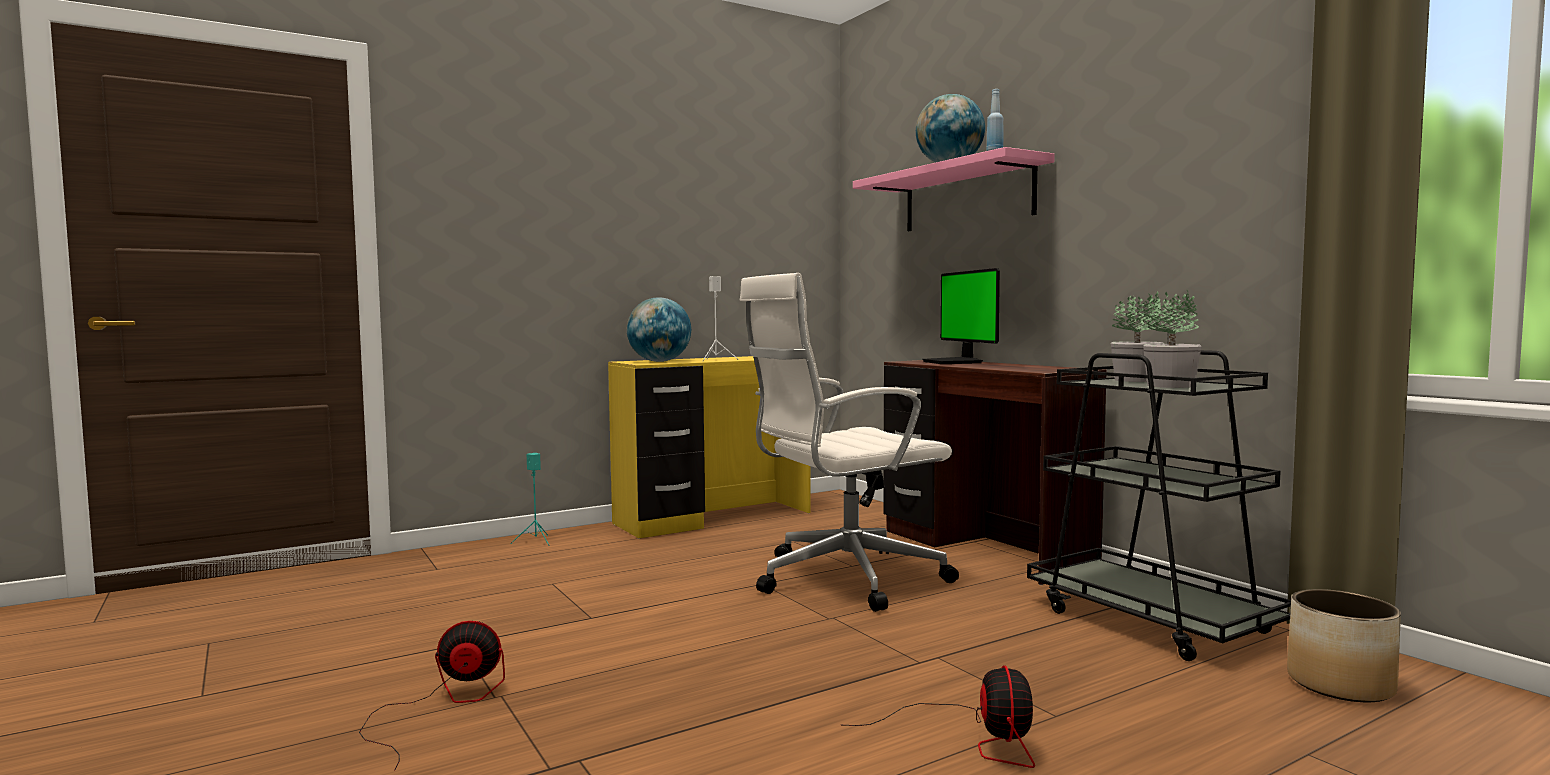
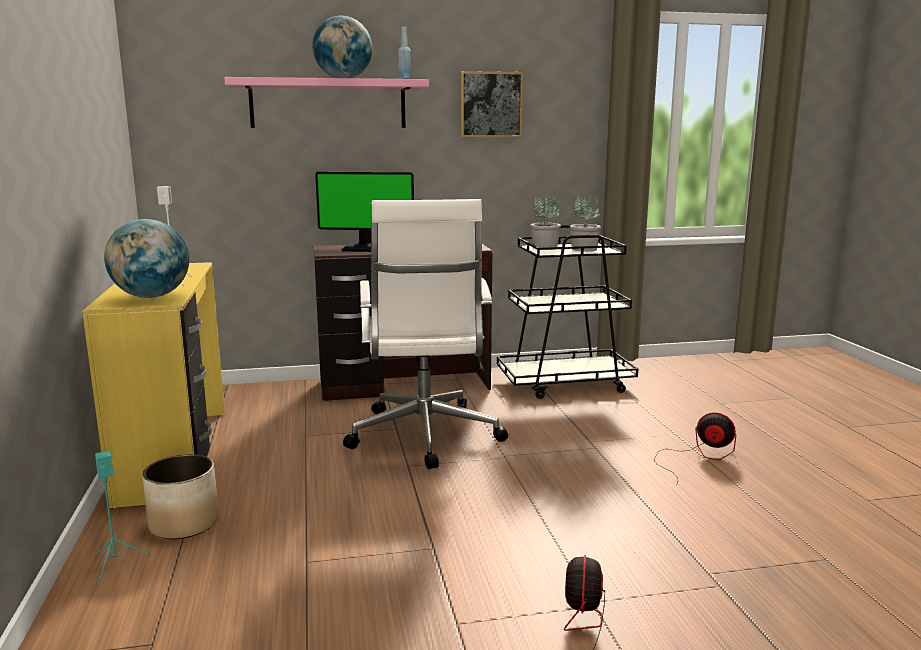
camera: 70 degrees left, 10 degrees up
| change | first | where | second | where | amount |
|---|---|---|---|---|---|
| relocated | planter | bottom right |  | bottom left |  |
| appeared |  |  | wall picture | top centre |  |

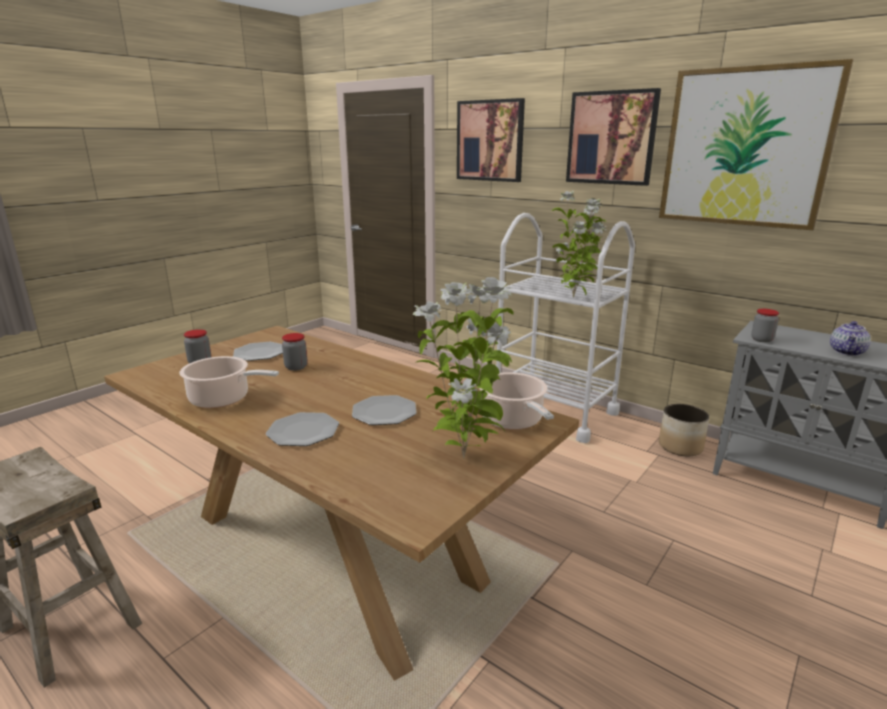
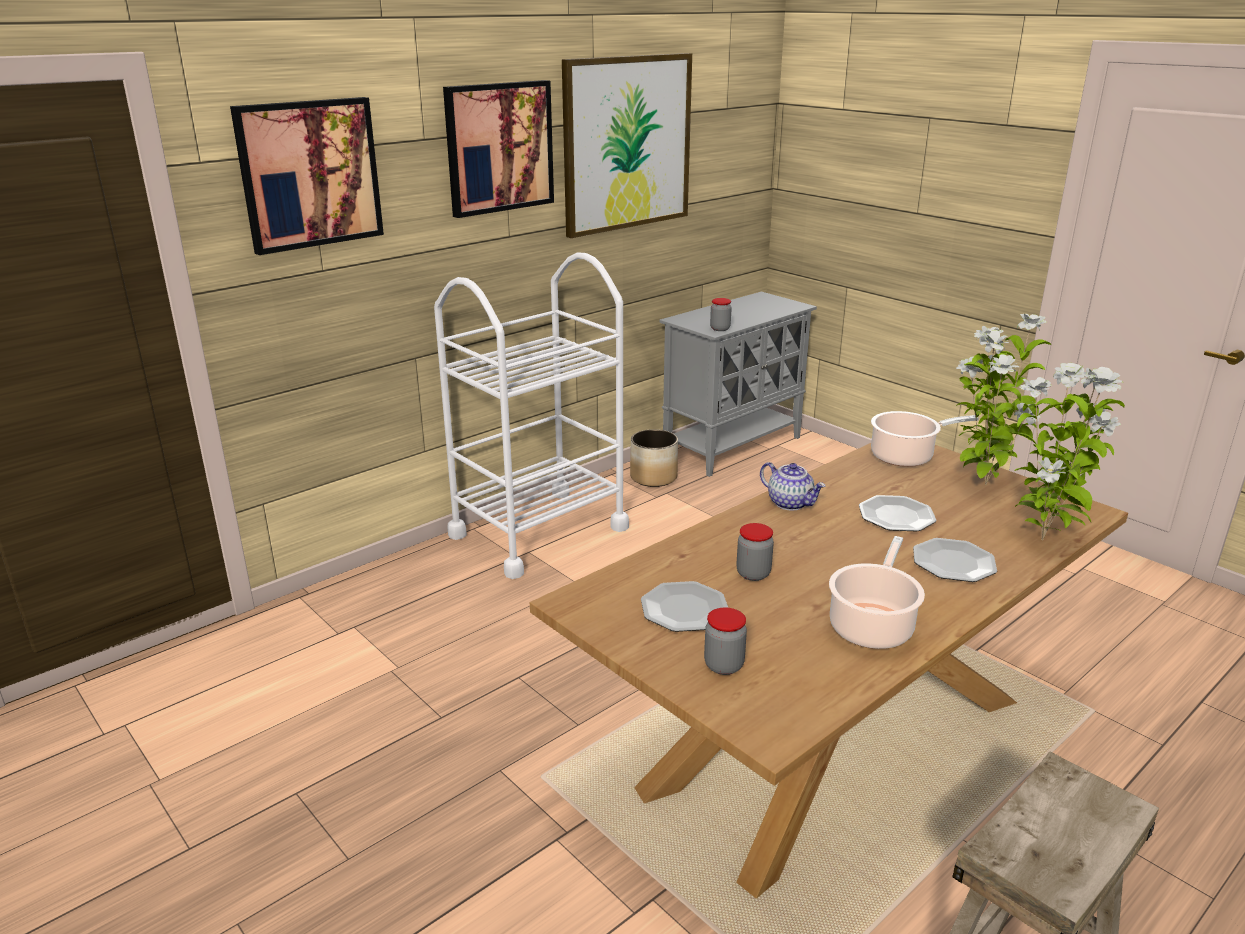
camera: 80 degrees left, 5 degrees up
| change | first | where | second | where | amount |
|---|---|---|---|---|---|
| relocated | potted plant (no. 2 from left) | centre |  | middle right |  |
| relocated | tea pot | middle right |  | centre |  |

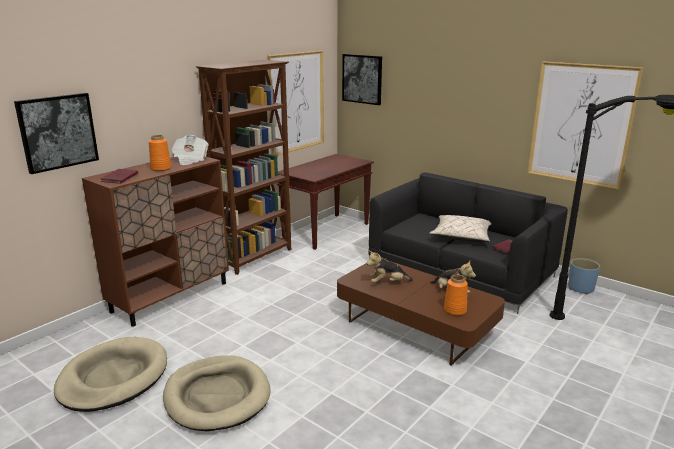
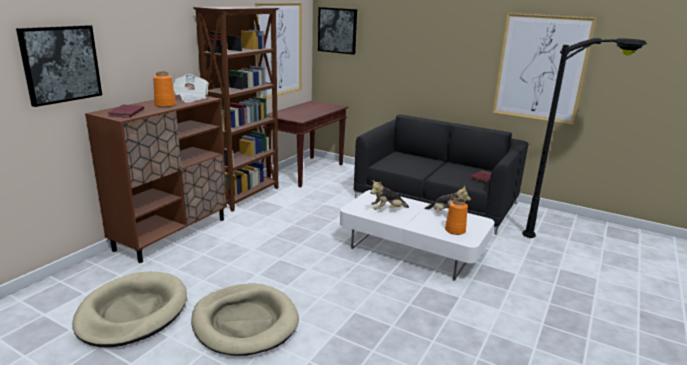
camera: 10 degrees left, 0 degrees up
| change | first | where | second | where | amount |
|---|---|---|---|---|---|
| colour | lounge table/brown | bottom centre | lounge table/whitish | centre |  |
| missing | cushion/beige | middle right |  |  |  |
| missing | planter/bluish | middle right |  |  |  |

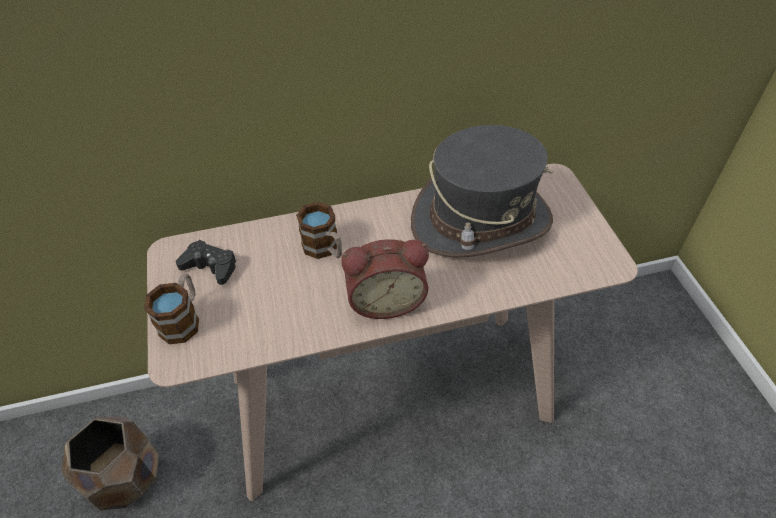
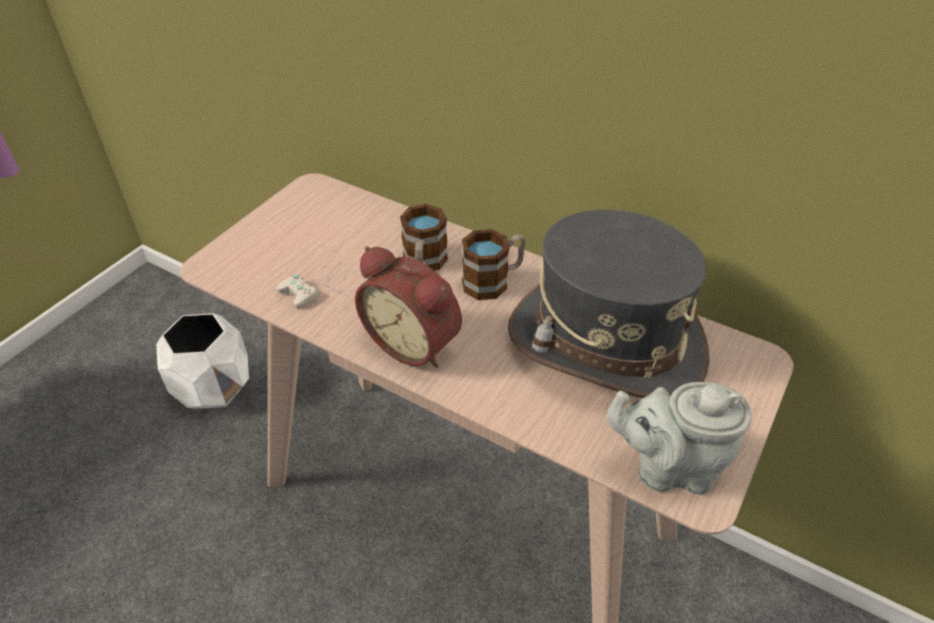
camera: 45 degrees right, 5 degrees down
| change | first | where | second | where | amount |
|---|---|---|---|---|---|
| colour | planter/brown | bottom left | planter/whitish | middle left |  |
| relocated | tea mug (no. 1 from left in the first image) | middle left | tea mug (no. 2 from left) | centre |  |
| missing | game controller/blackish | middle left |  |  |  |
| appeared |  |  | game controller/whitish | centre |  |
| appeared |  |  | tea pot/greyish | bottom right |  |

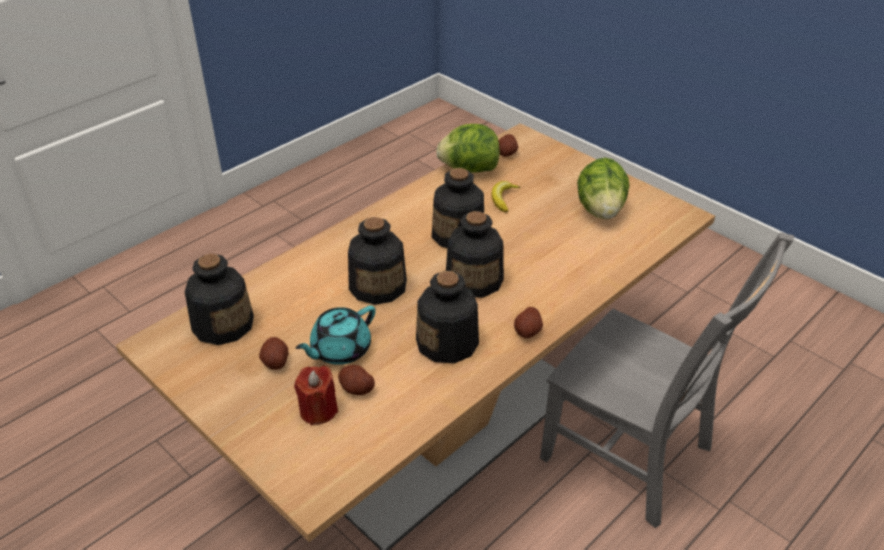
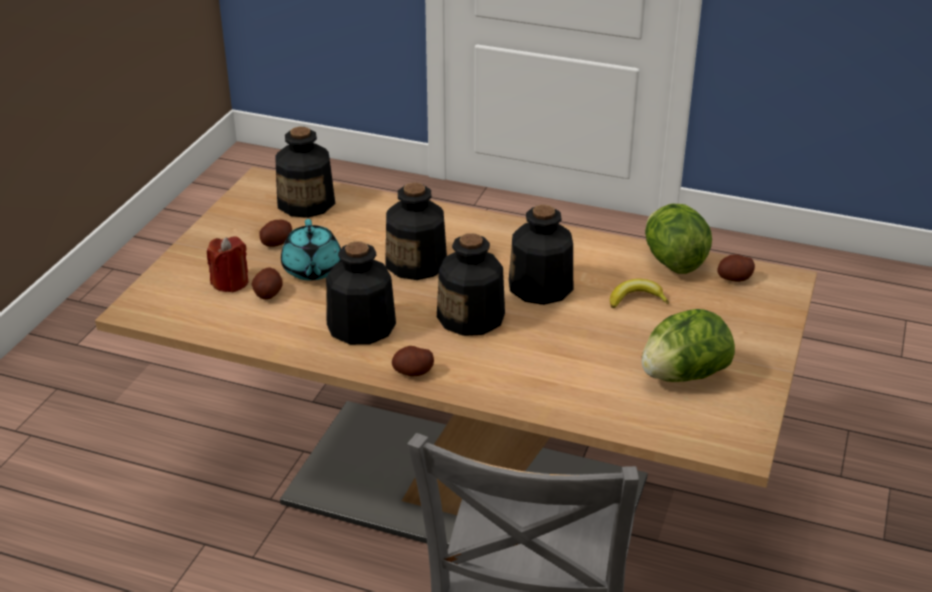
camera: 65 degrees right, 5 degrees down
| change | first | where | second | where | amount |
|---|---|---|---|---|---|
| spun | tea pot/turquoise-coloured | centre |  | centre | 120 degrees counterclockwise |

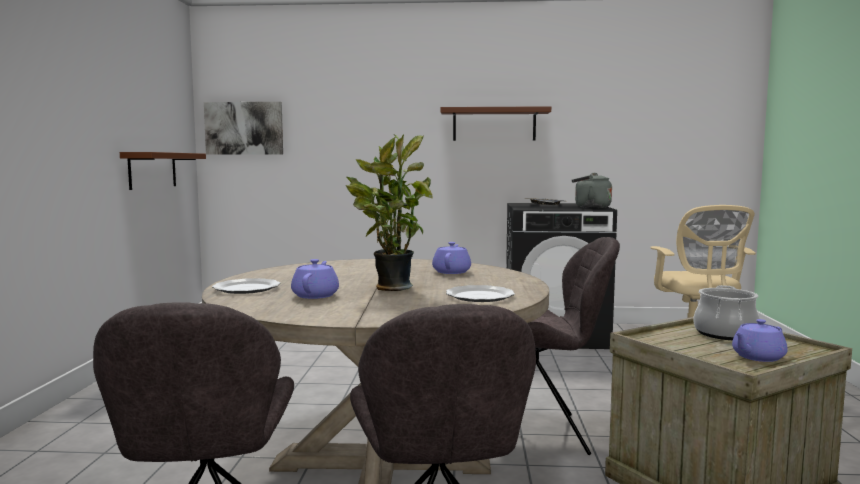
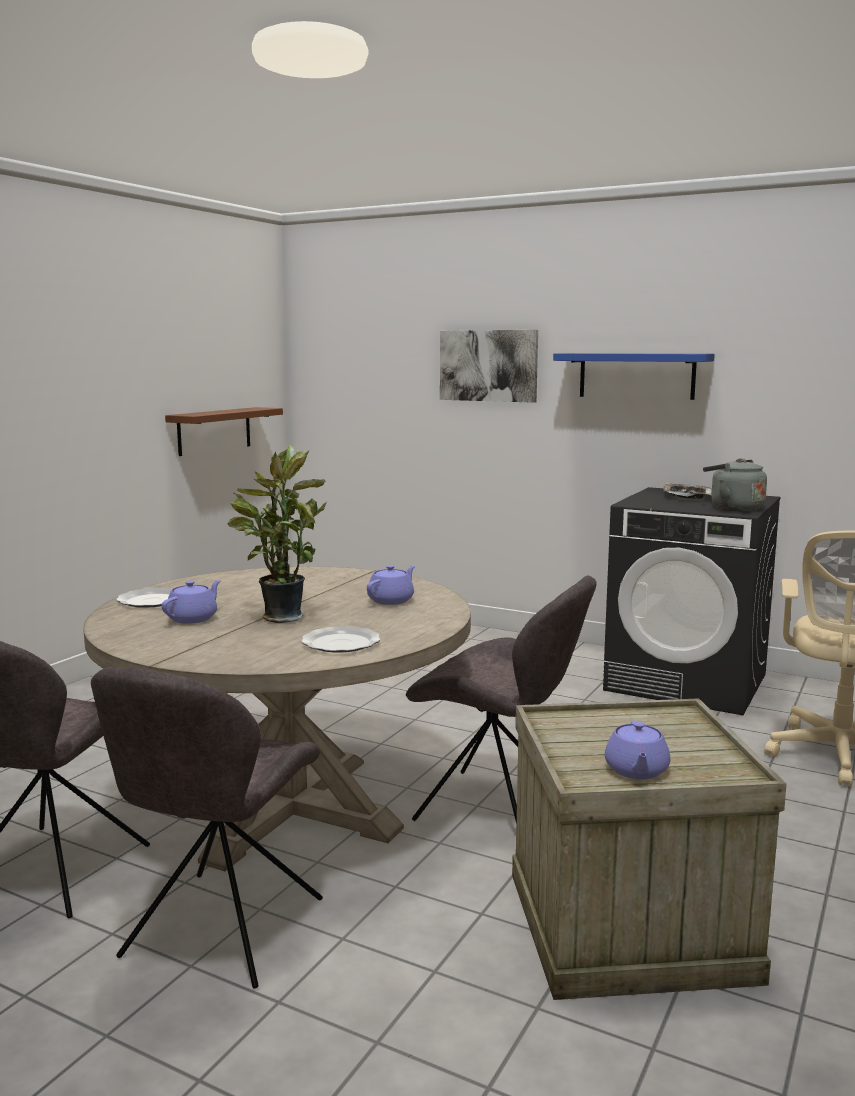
camera: 25 degrees right, 5 degrees up
| change | first | where | second | where | amount |
|---|---|---|---|---|---|
| relocated | wall picture | top left |  | centre |  |
| colour | wall shelf/brown (no. 2 from left) | top centre | wall shelf/bluish | middle right |  |
| missing | saucepot | middle right |  |  |  |
| spun | tea pot/purple (no. 3 from left) | bottom right |  | bottom right | 75 degrees counterclockwise |

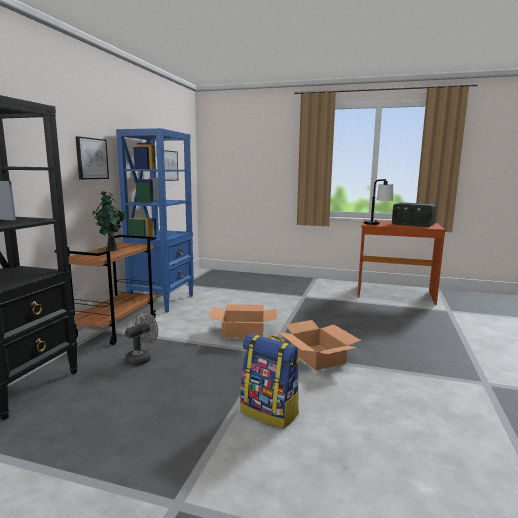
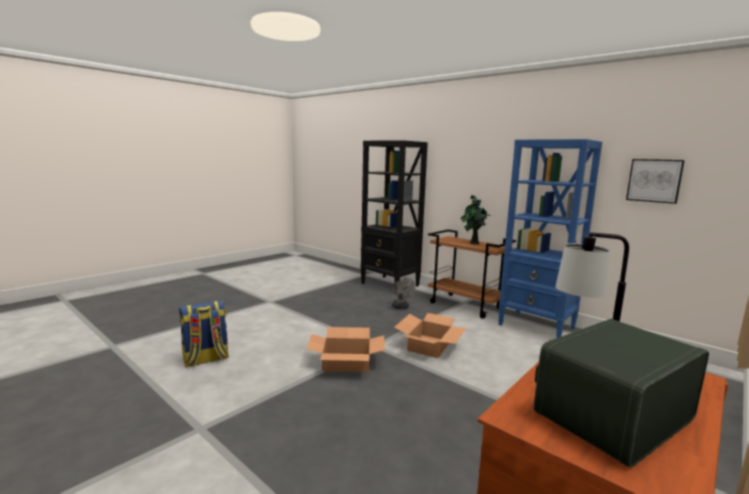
camera: 115 degrees right, 0 degrees up
| change | first | where | second | where | amount |
|---|---|---|---|---|---|
| missing | wall picture (no. 1 from left) | top left |  |  |  |
| relocated | backpack | bottom centre |  | bottom left |  |

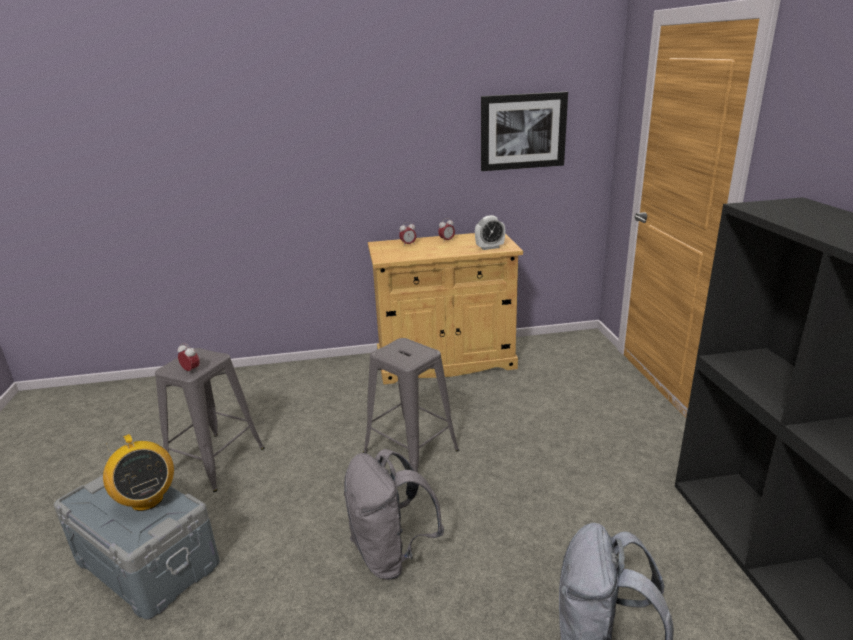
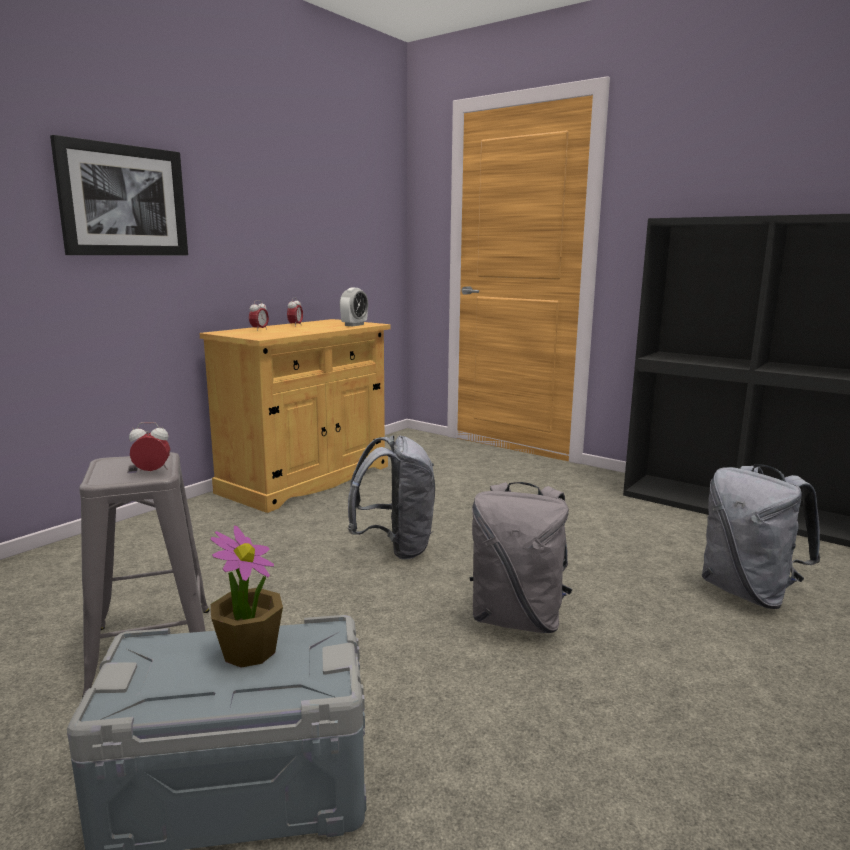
camera: 45 degrees left, 10 degrees down
| change | first | where | second | where | amount |
|---|---|---|---|---|---|
| exchanged | radio | bottom left | potted plant | bottom left |  |
| exchanged | sitting stool/greyish (no. 2 from left) | centre | backpack/greyish (no. 1 from left) | centre |  |
| relocated | wall picture | top centre |  | top left |  |

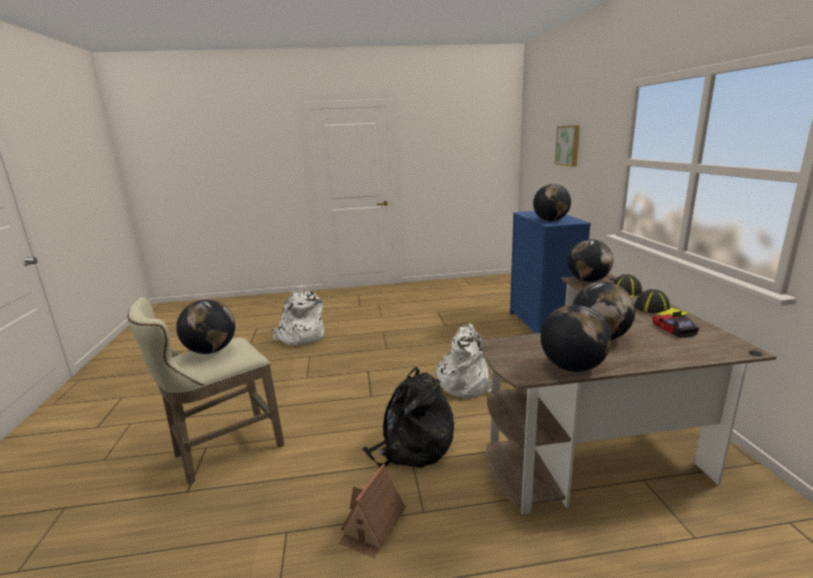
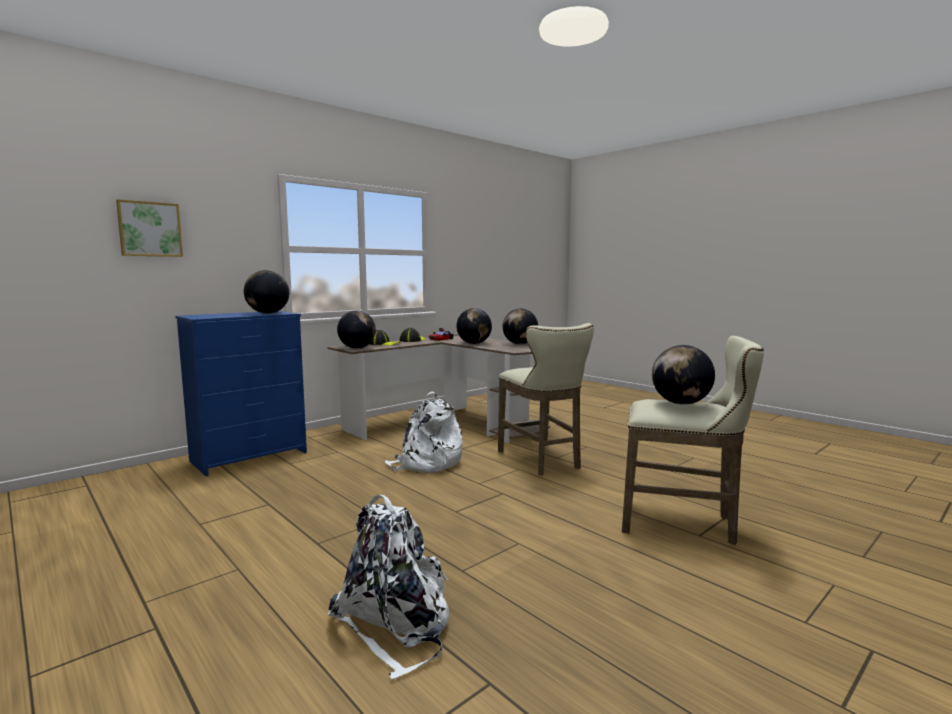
camera: 125 degrees left, 10 degrees down
| change | first | where | second | where | amount |
|---|---|---|---|---|---|
| missing | toy house | bottom centre |  |  |  |
| exchanged | backpack/blackish | bottom centre | sitting stool/beige (no. 1 from left) | centre |  |

